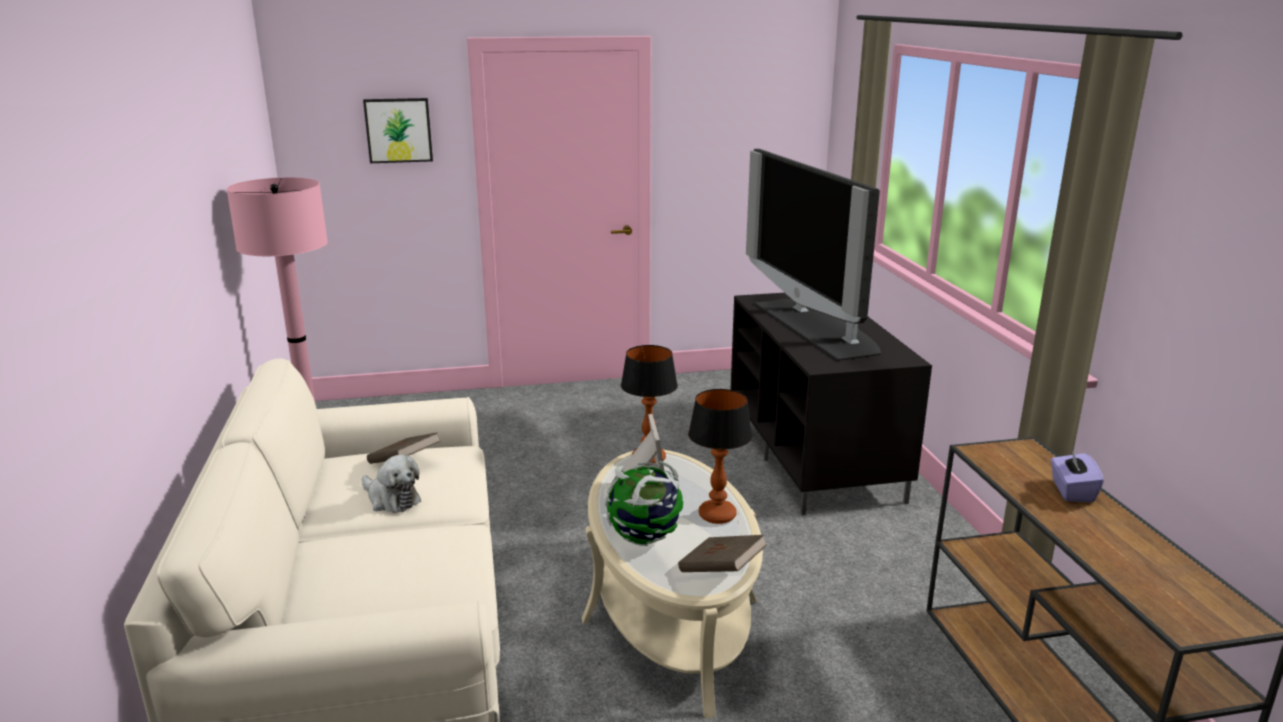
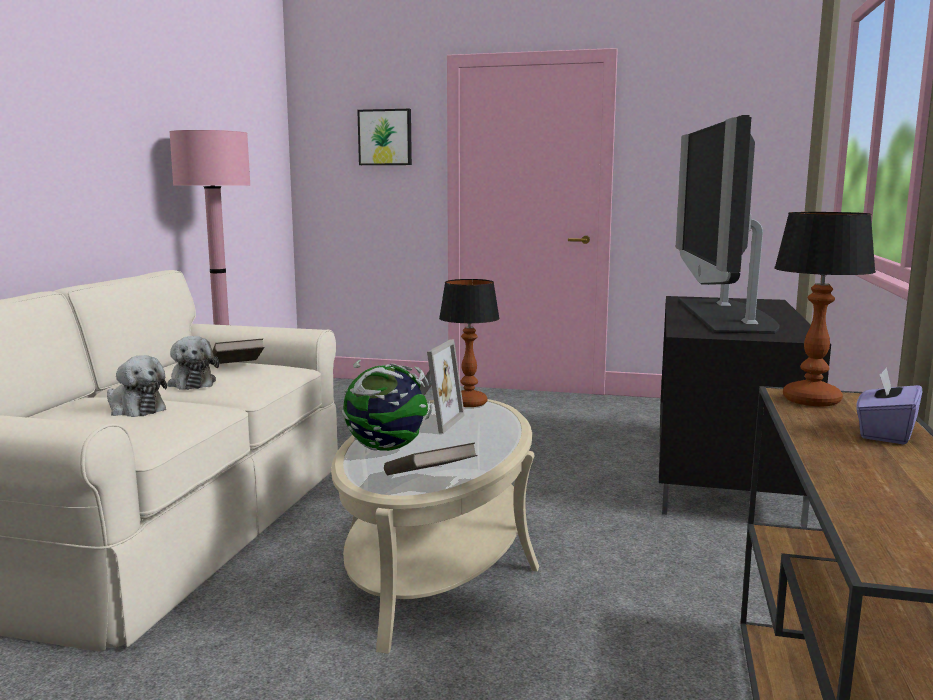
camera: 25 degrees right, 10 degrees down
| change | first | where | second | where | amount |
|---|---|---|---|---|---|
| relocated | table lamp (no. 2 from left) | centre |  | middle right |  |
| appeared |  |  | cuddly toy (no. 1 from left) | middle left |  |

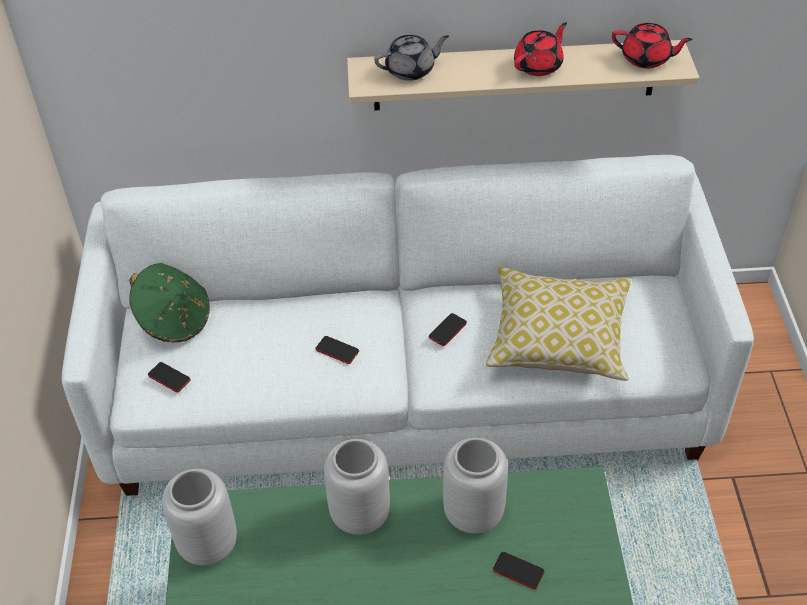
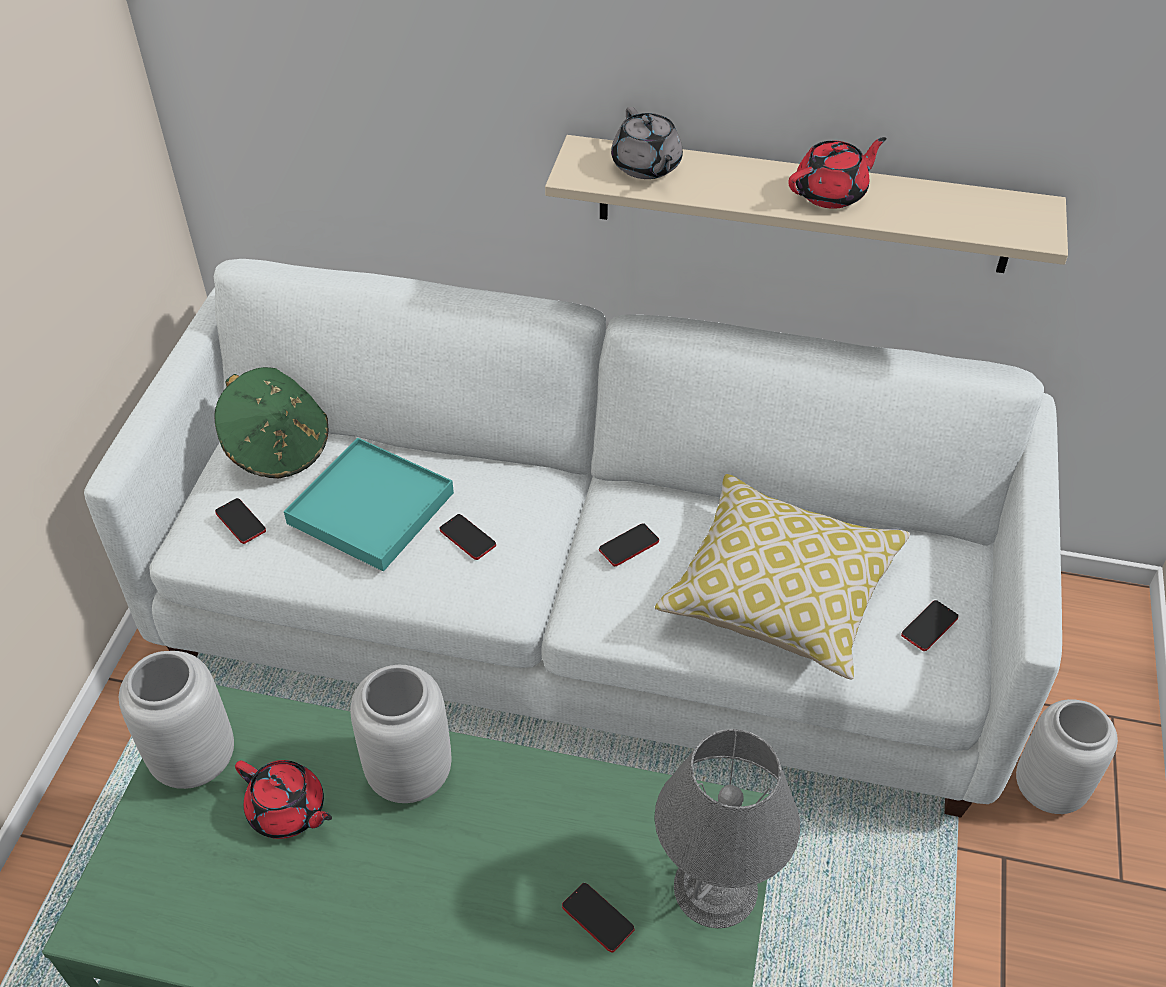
camera: 15 degrees right, 0 degrees up
| change | first | where | second | where | amount |
|---|---|---|---|---|---|
| spun | tea pot/greyish | top centre |  | top centre | 75 degrees clockwise |
| relocated | decorative vase/greyish (no. 3 from left) | bottom centre |  | bottom right |  |
| relocated | tea pot/reddish (no. 2 from left in the first image) | top right | tea pot/reddish (no. 1 from left) | bottom left |  |
| appeared |  |  | serving tray/turquoise-coloured | middle left |  |
| appeared |  |  | table lamp/greyish | bottom centre |  |
| appeared |  |  | phone (no. 5 from left) | middle right |  |

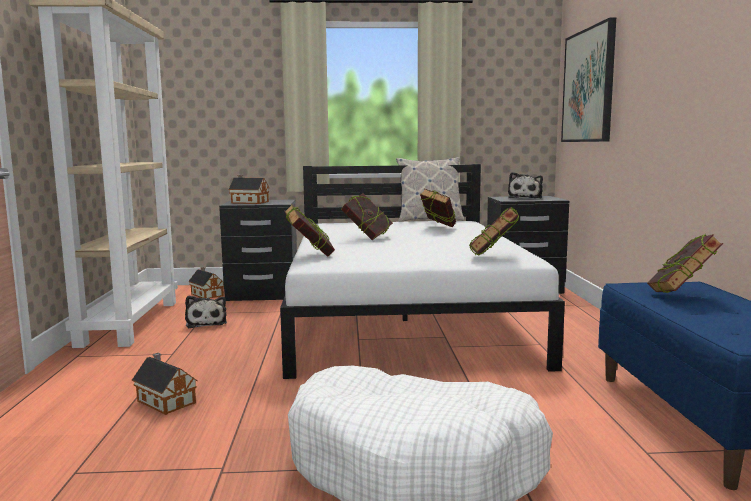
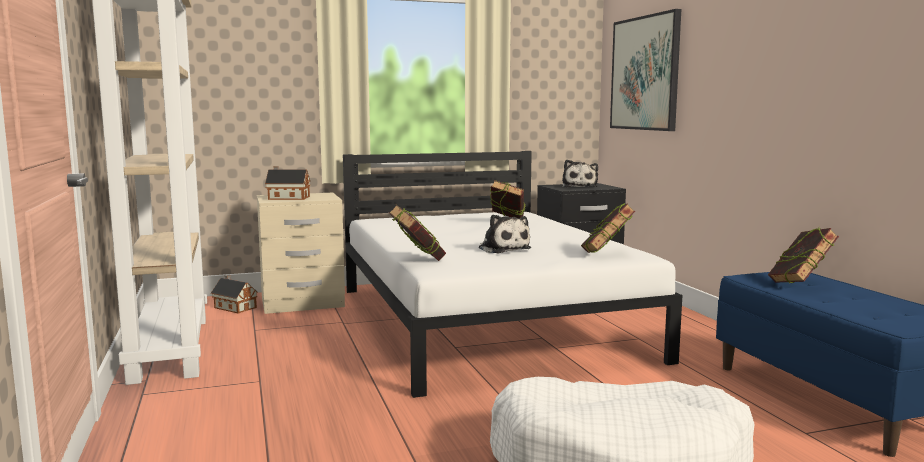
camera: 15 degrees left, 0 degrees up
| change | first | where | second | where | amount |
|---|---|---|---|---|---|
| missing | toy house (no. 1 from left) | bottom left |  |  |  |
| relocated | cuddly toy (no. 1 from left) | middle left |  | centre |  |
| colour | nightstand/blackish (no. 1 from left) | centre | nightstand/beige | middle left |  |
| missing | bound book (no. 2 from left) | centre |  |  |  |
| missing | cushion | centre |  |  |  |

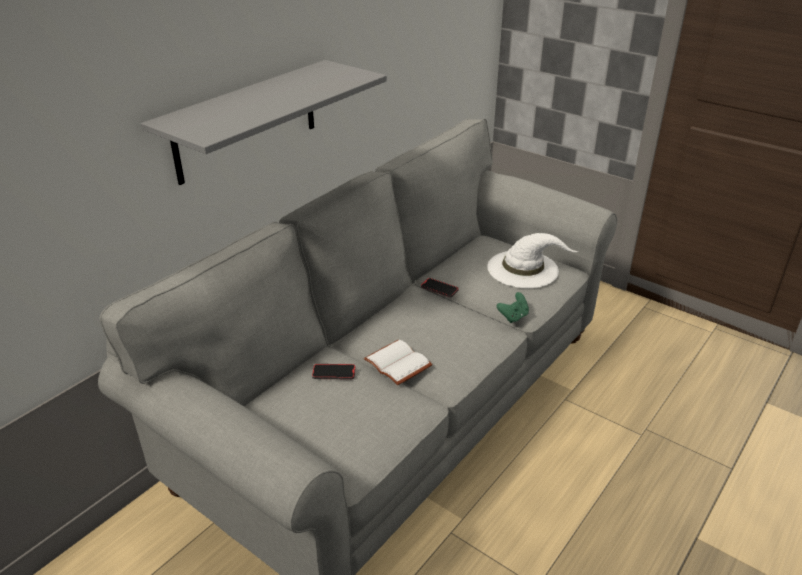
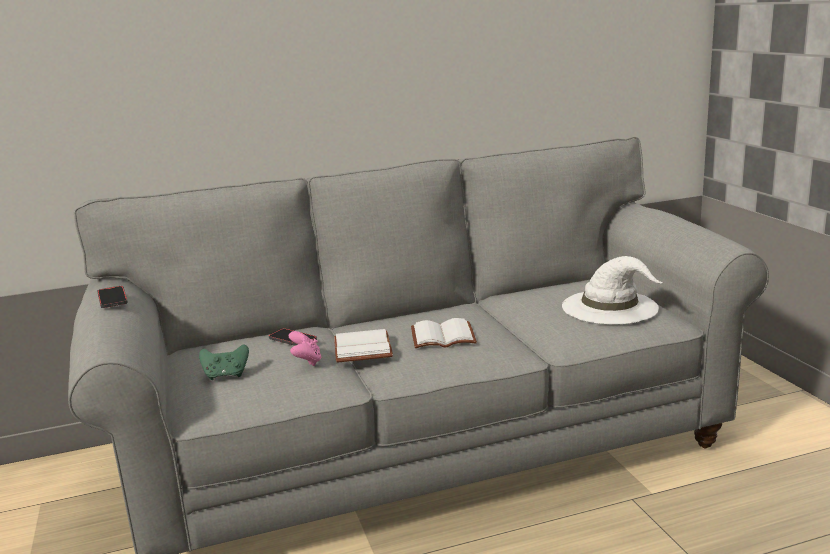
camera: 35 degrees right, 15 degrees down
| change | first | where | second | where | amount |
|---|---|---|---|---|---|
| missing | wall shelf/greyish | top left |  |  |  |
| relocated | phone (no. 2 from left in the first image) | centre | phone (no. 1 from left) | middle left |  |
| relocated | game controller/greenish | centre |  | middle left |  |
| appeared |  |  | game controller/pinkish | centre |  |
| appeared |  |  | bound book/whitish (no. 2 from left) | centre |  |

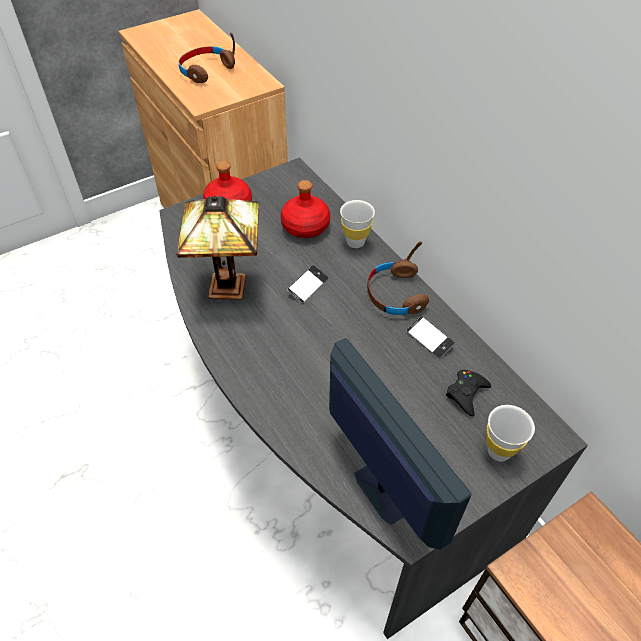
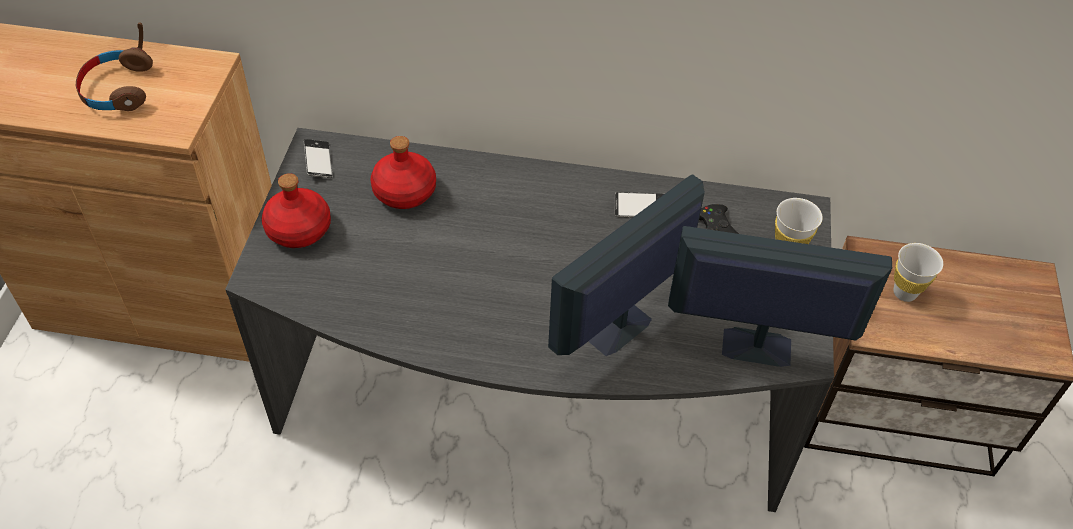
camera: 50 degrees left, 0 degrees up
| change | first | where | second | where | amount |
|---|---|---|---|---|---|
| missing | table lamp | centre |  |  |  |
| relocated | phone (no. 1 from left) | centre |  | top left |  |
| relocated | cup/whitish (no. 1 from left in the first image) | centre | cup/whitish (no. 2 from left) | middle right |  |
| missing | pair of headphones/brown (no. 2 from left) | centre |  |  |  |
| appeared |  |  | computer screen (no. 1 from left) | centre |  |

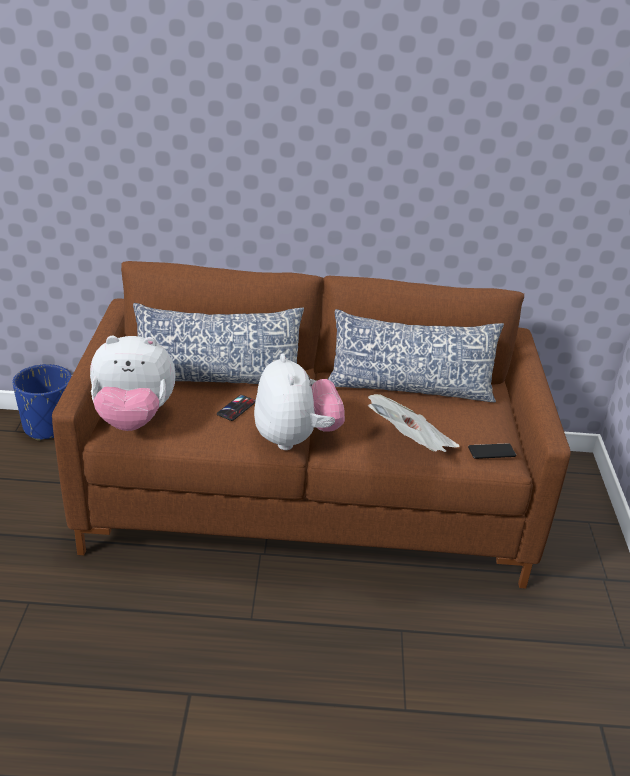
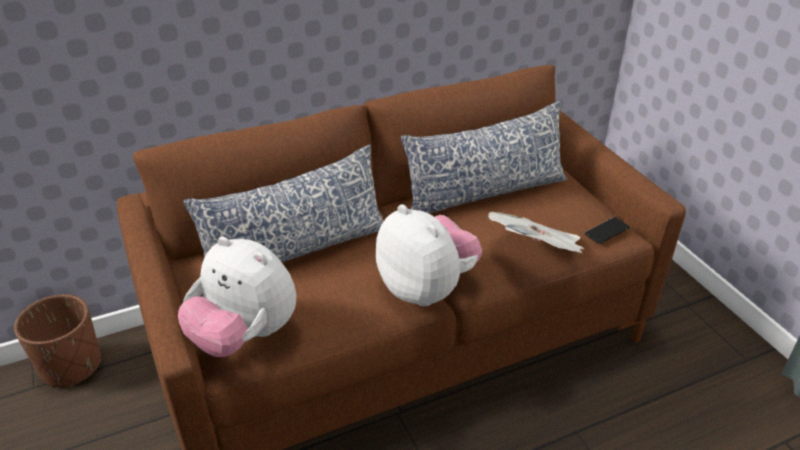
camera: 25 degrees left, 5 degrees up
| change | first | where | second | where | amount |
|---|---|---|---|---|---|
| colour | planter/bluish | middle left | planter/brown | bottom left |  |
| spun | cuddly toy (no. 1 from left) | middle left |  | middle left | 60 degrees clockwise |
| missing | phone (no. 1 from left) | centre |  |  |  |

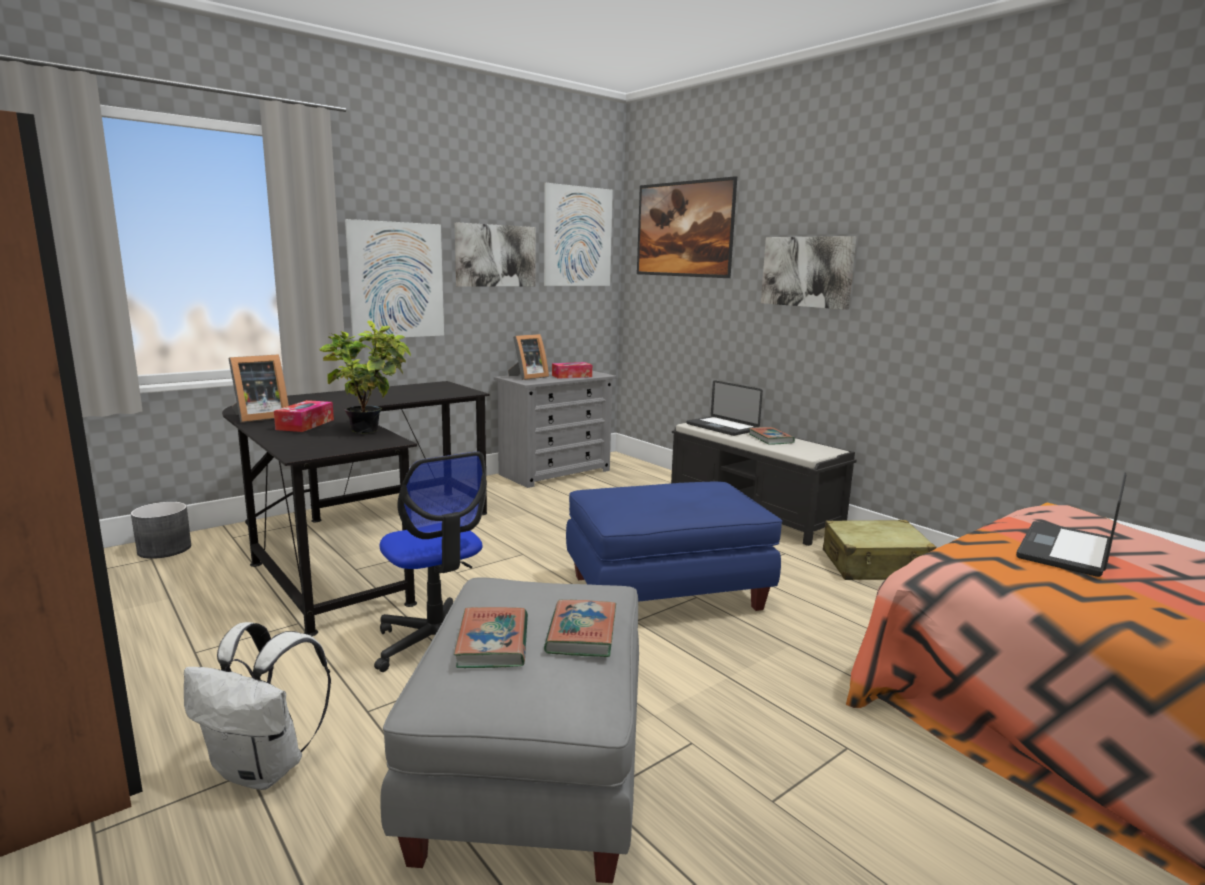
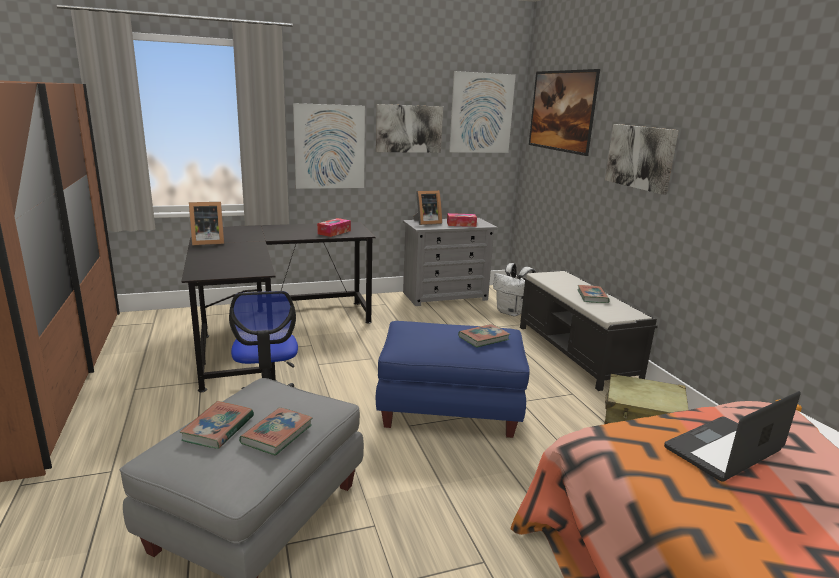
camera: 20 degrees right, 5 degrees up
| change | first | where | second | where | amount |
|---|---|---|---|---|---|
| missing | planter/greyish | middle left |  |  |  |
| relocated | backpack/whitish | bottom left |  | centre |  |
| relocated | tissue holder (no. 1 from left) | middle left |  | centre |  |
| missing | potted plant | middle left |  |  |  |
| missing | laptop (no. 1 from left) | centre |  |  |  |
| appeared |  |  | bound book (no. 3 from left) | centre |  |

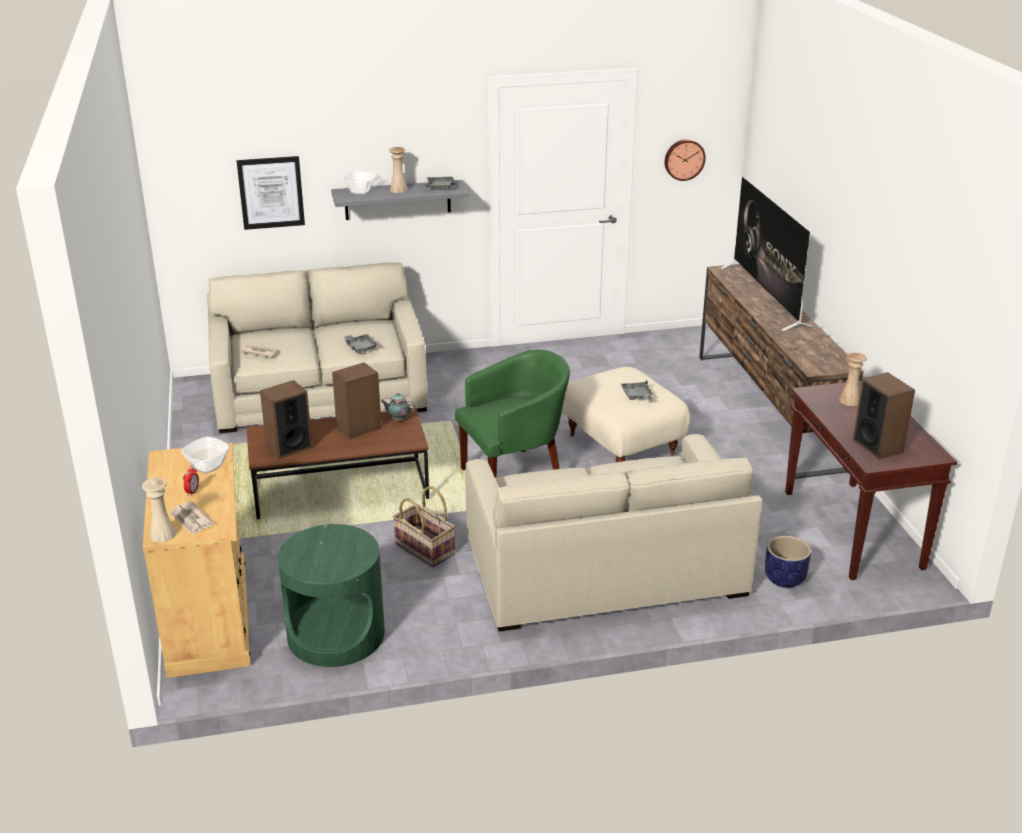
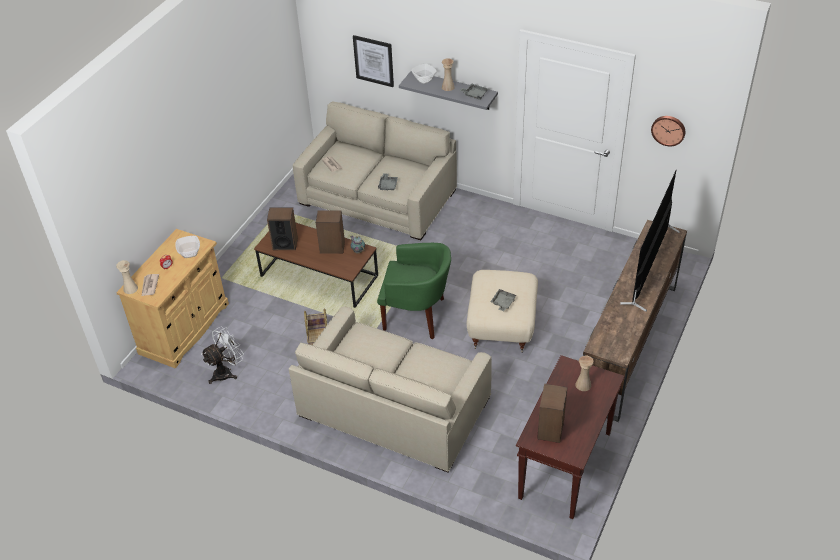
camera: 40 degrees right, 15 degrees up
| change | first | where | second | where | amount |
|---|---|---|---|---|---|
| exchanged | side table/greenish | bottom left | fan/whitish | middle left |  |
| missing | planter | bottom right |  |  |  |

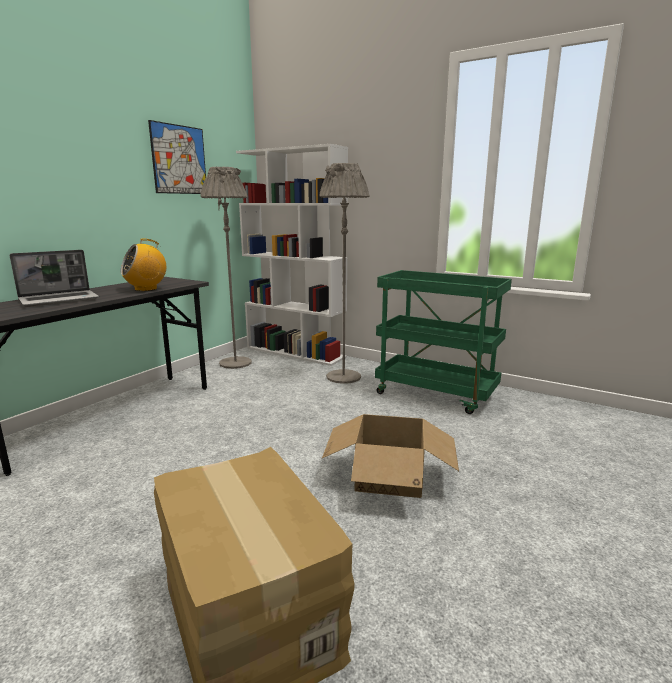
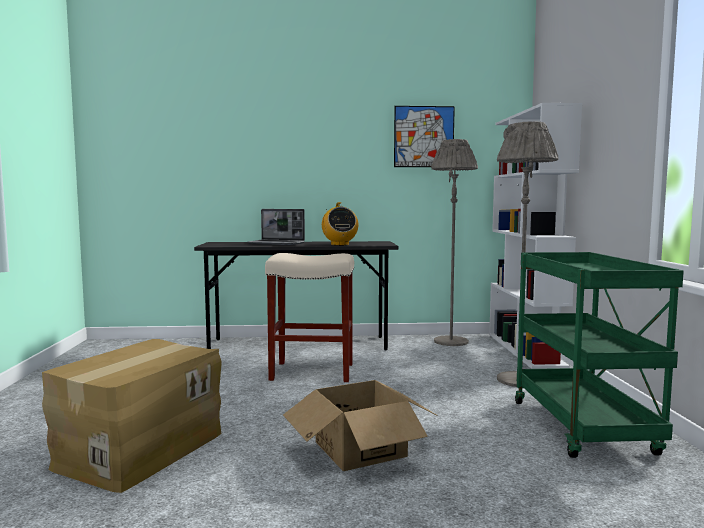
camera: 55 degrees right, 10 degrees down
| change | first | where | second | where | amount |
|---|---|---|---|---|---|
| spun | radio | middle left |  | centre | 120 degrees counterclockwise |
| appeared |  |  | sitting stool/beige | centre |  |

